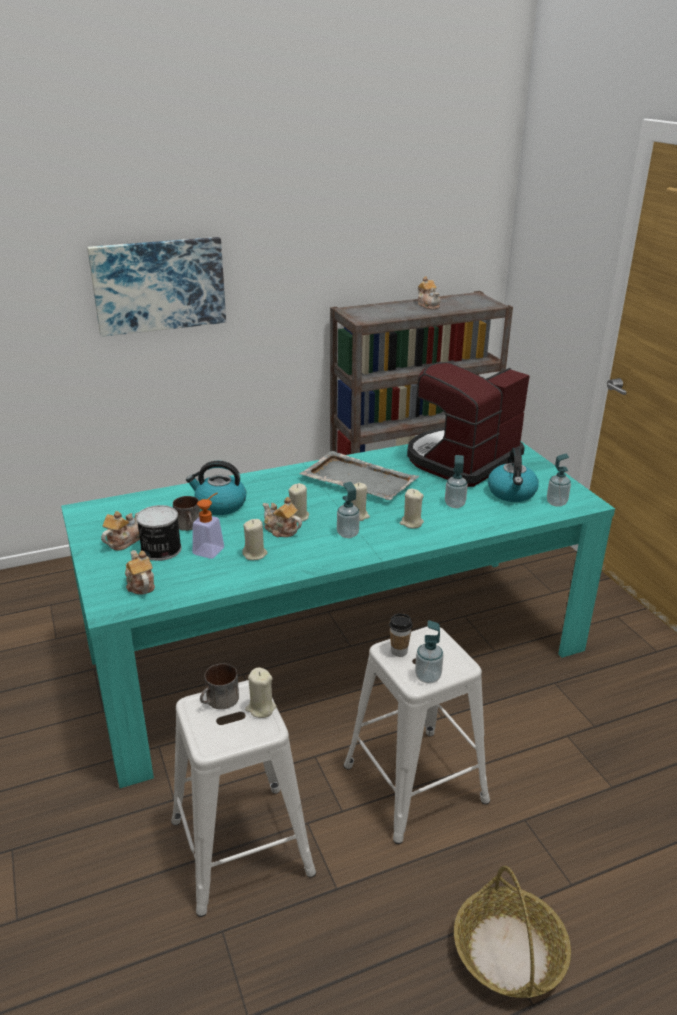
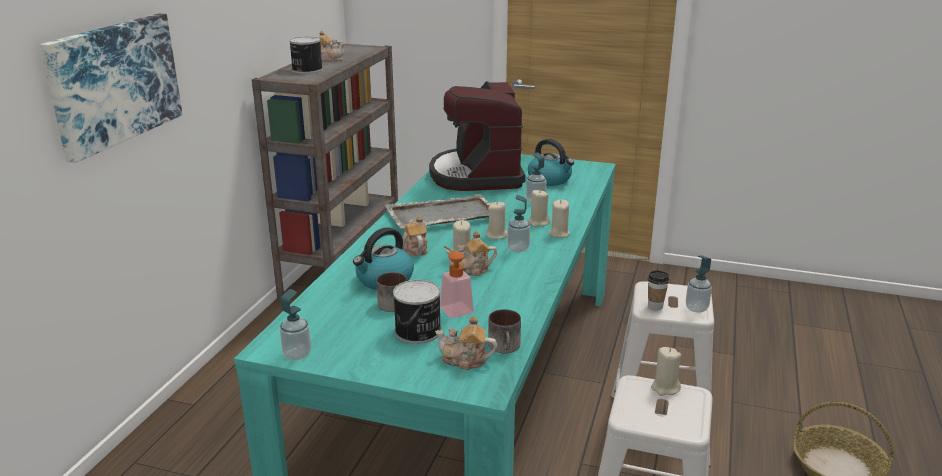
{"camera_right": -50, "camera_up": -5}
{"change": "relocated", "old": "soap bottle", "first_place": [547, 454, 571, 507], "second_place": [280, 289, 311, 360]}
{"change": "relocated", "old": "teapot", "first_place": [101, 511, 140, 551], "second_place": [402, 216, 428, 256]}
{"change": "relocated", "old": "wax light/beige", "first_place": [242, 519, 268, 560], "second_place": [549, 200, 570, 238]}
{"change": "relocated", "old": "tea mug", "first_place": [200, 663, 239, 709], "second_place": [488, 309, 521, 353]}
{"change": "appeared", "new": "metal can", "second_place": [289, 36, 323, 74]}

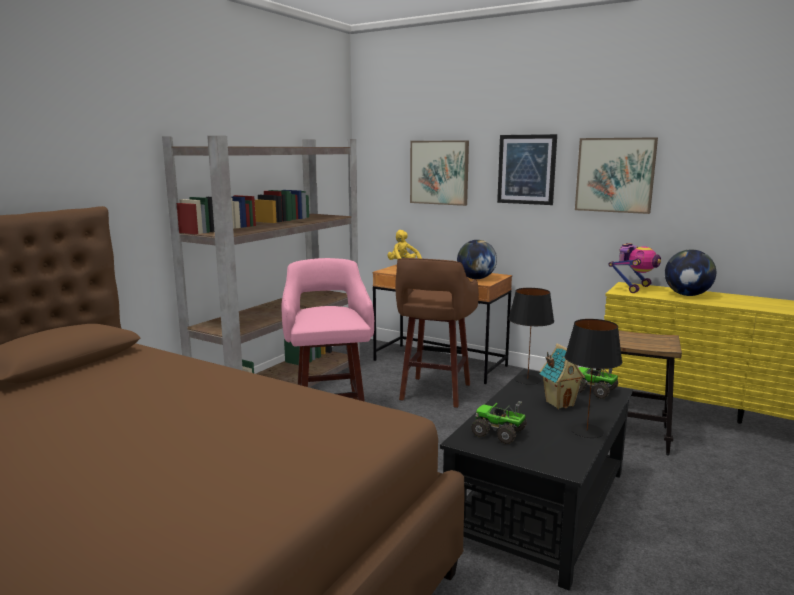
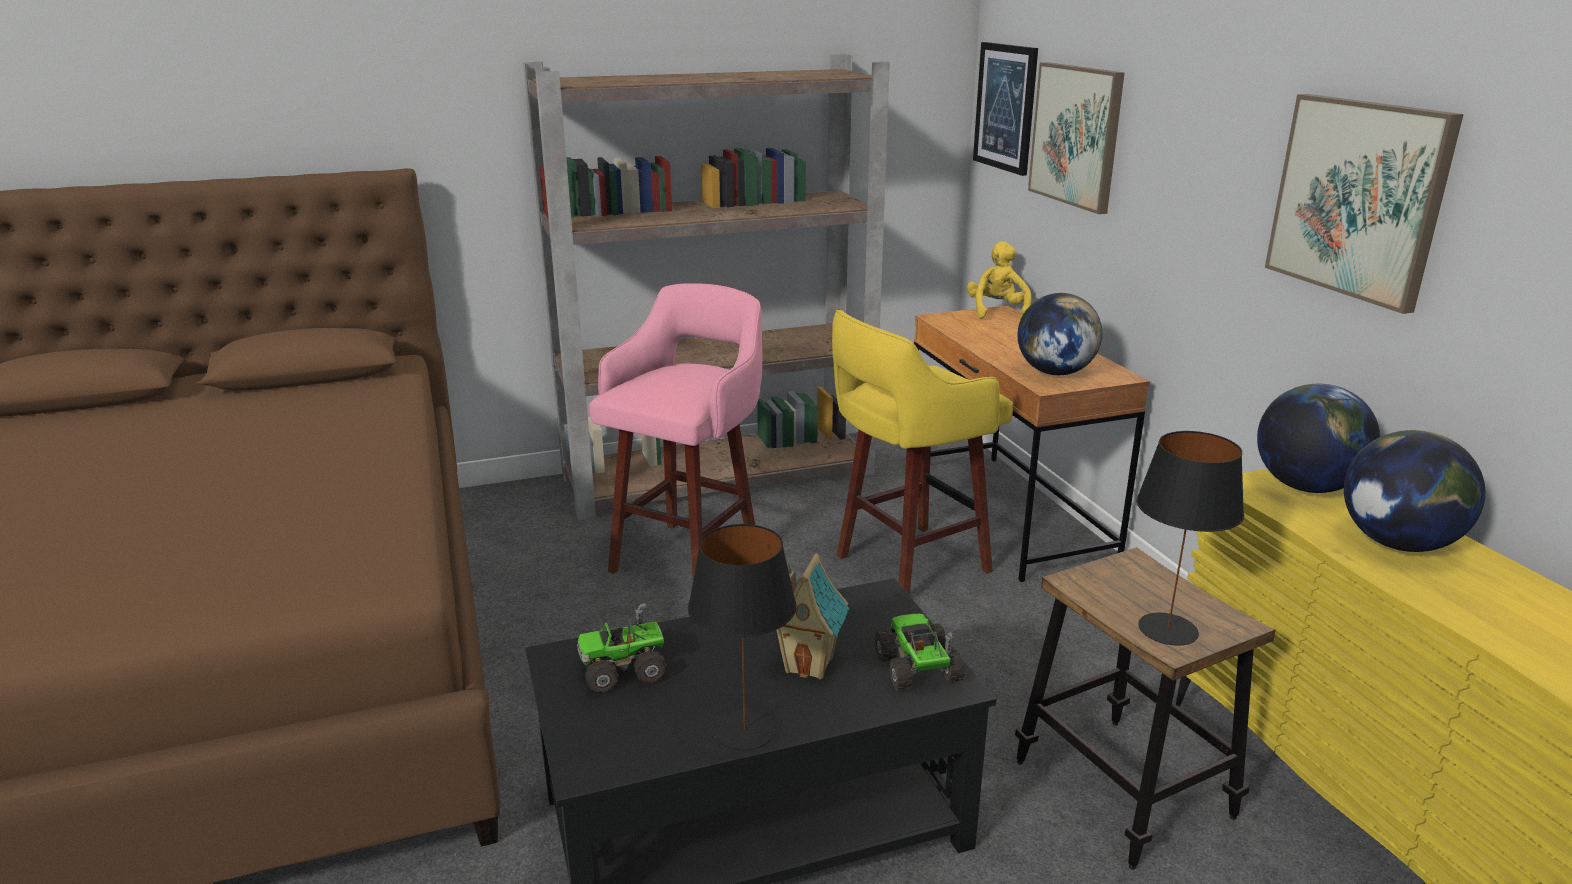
{"camera_right": 40, "camera_up": 10}
{"change": "relocated", "old": "picture", "first_place": [497, 134, 557, 205], "second_place": [973, 42, 1038, 176]}
{"change": "exchanged", "old": "model robot", "new": "world globe", "first_place": [609, 243, 661, 293], "second_place": [1257, 384, 1380, 493]}
{"change": "colour", "old": "stool/brownish", "new": "stool/yellowish", "first_place": [395, 258, 479, 408], "second_place": [832, 310, 1013, 595]}
{"change": "relocated", "old": "lamp for a table/black-coloured", "first_place": [508, 288, 554, 385], "second_place": [1136, 431, 1244, 646]}
{"change": "spun", "old": "model truck", "first_place": [471, 401, 527, 444], "second_place": [577, 603, 667, 693], "degrees": -90}

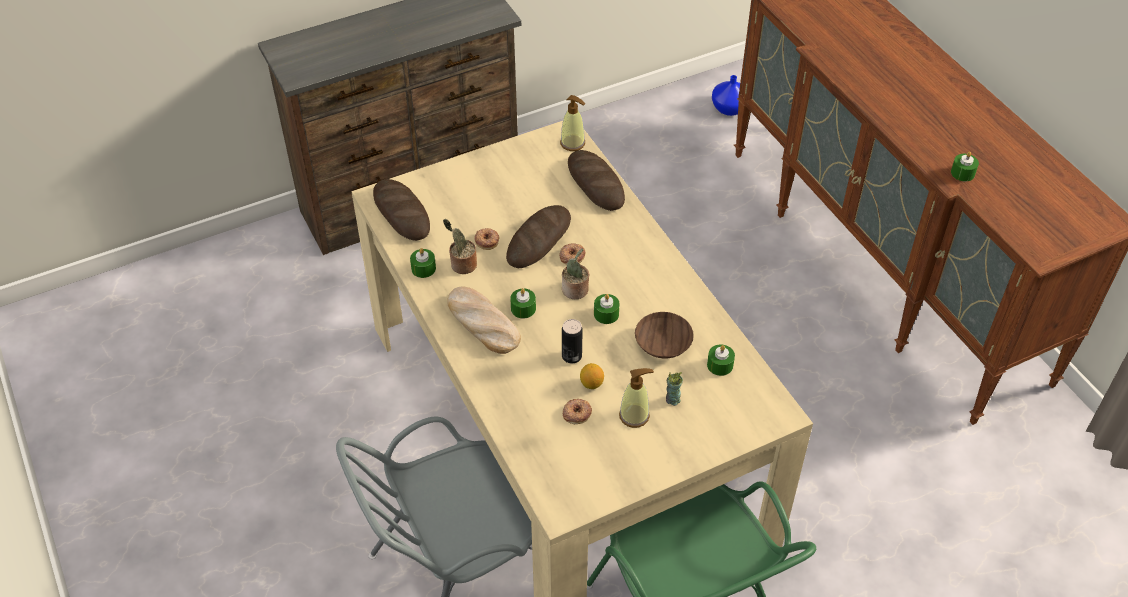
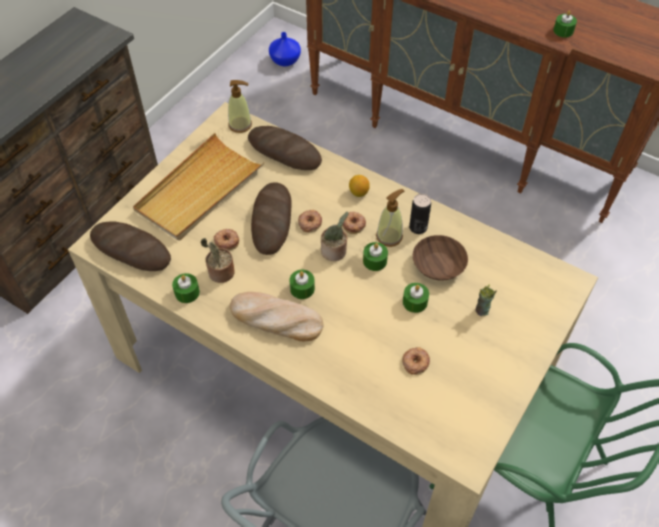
{"camera_right": -30, "camera_up": 5}
{"change": "relocated", "old": "metal can", "first_place": [562, 319, 583, 363], "second_place": [409, 194, 431, 234]}
{"change": "relocated", "old": "wax light/green-coloured", "first_place": [707, 344, 735, 376], "second_place": [403, 283, 429, 313]}
{"change": "relocated", "old": "whole lemon", "first_place": [580, 363, 604, 389], "second_place": [349, 175, 370, 197]}
{"change": "relocated", "old": "soap bottle", "first_place": [619, 368, 654, 428], "second_place": [376, 189, 404, 247]}
{"change": "appeared", "new": "tray/beige", "second_place": [133, 133, 264, 241]}
{"change": "appeared", "new": "donut", "second_place": [342, 212, 366, 234]}

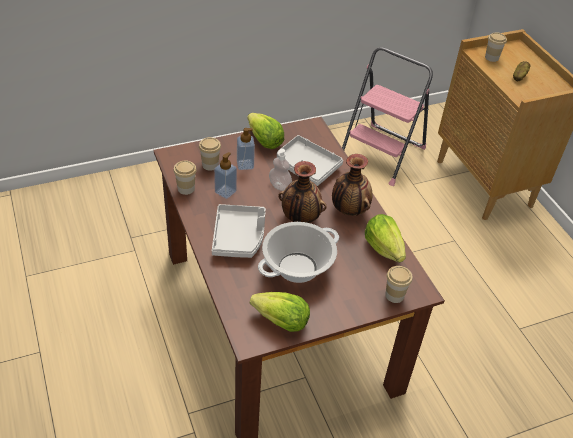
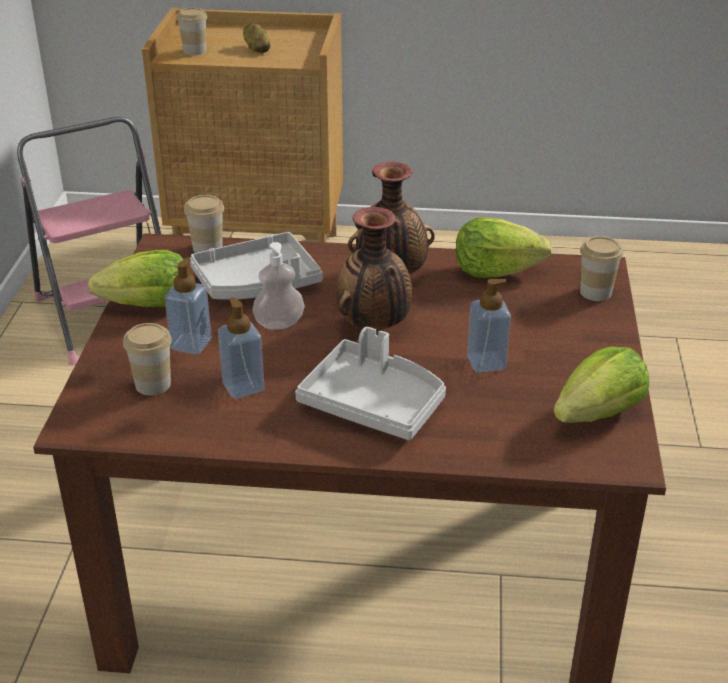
{"camera_right": -60, "camera_up": -10}
{"change": "relocated", "old": "small cup", "first_place": [173, 160, 197, 195], "second_place": [184, 195, 224, 253]}
{"change": "exchanged", "old": "stockpot", "new": "soap bottle", "first_place": [258, 222, 339, 283], "second_place": [467, 279, 511, 373]}

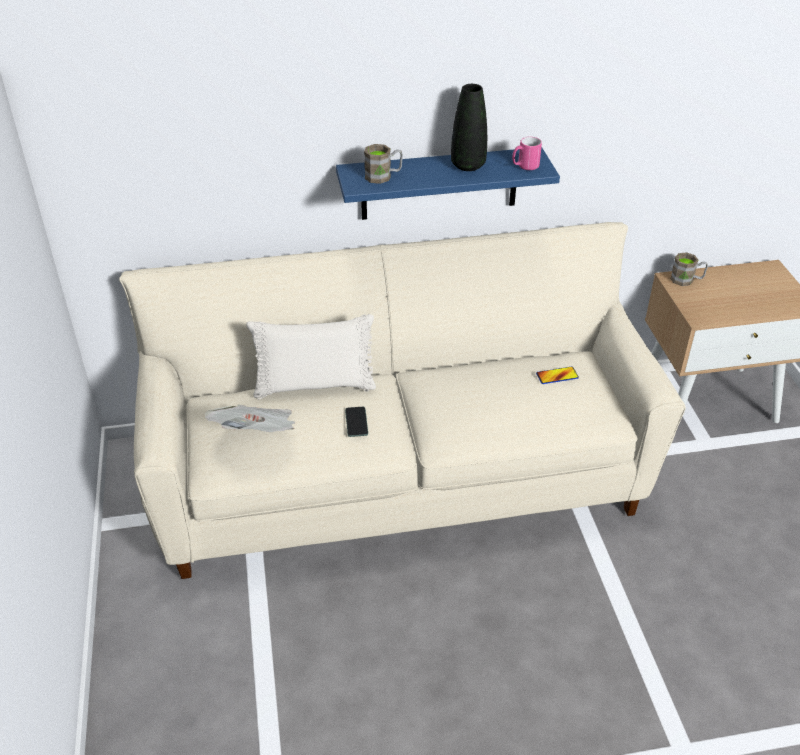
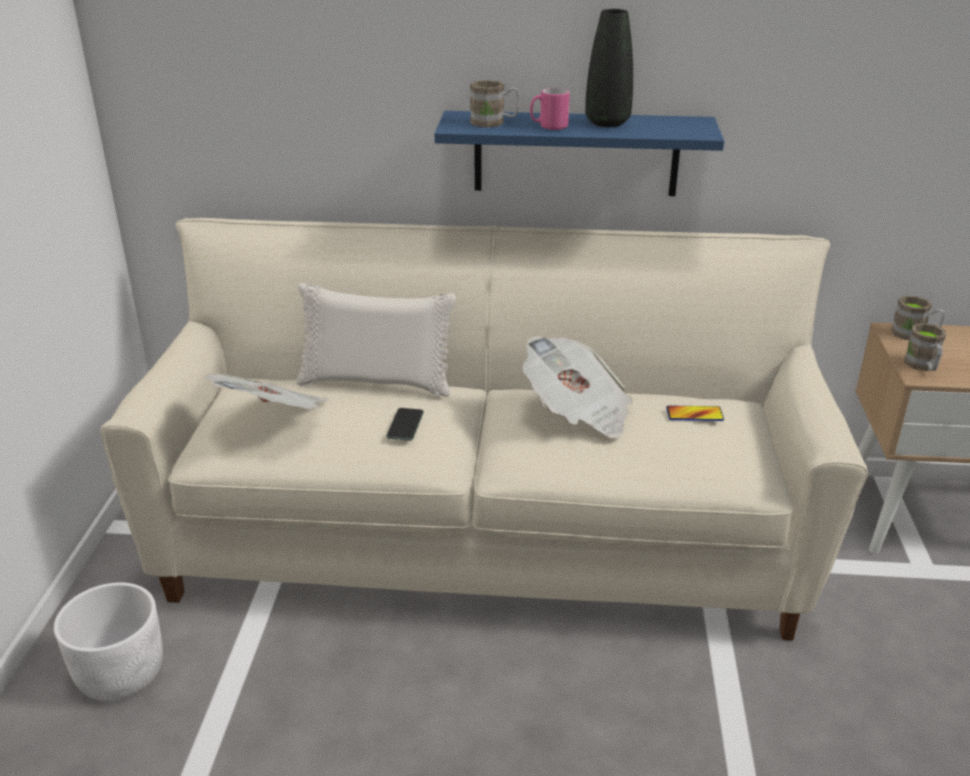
{"camera_right": 15, "camera_up": -10}
{"change": "relocated", "old": "tea mug/pinkish", "first_place": [512, 137, 542, 170], "second_place": [530, 88, 570, 130]}
{"change": "appeared", "new": "tea mug/brownish", "second_place": [904, 323, 946, 371]}
{"change": "appeared", "new": "newspaper", "second_place": [522, 336, 633, 439]}
{"change": "appeared", "new": "plant pot/whitish", "second_place": [54, 582, 163, 701]}

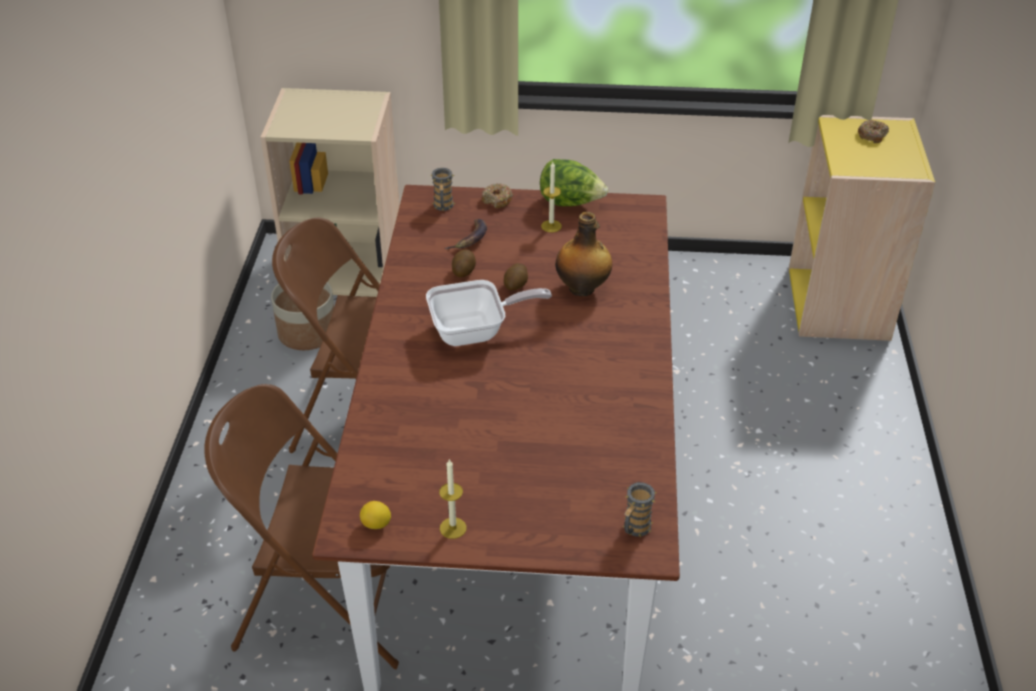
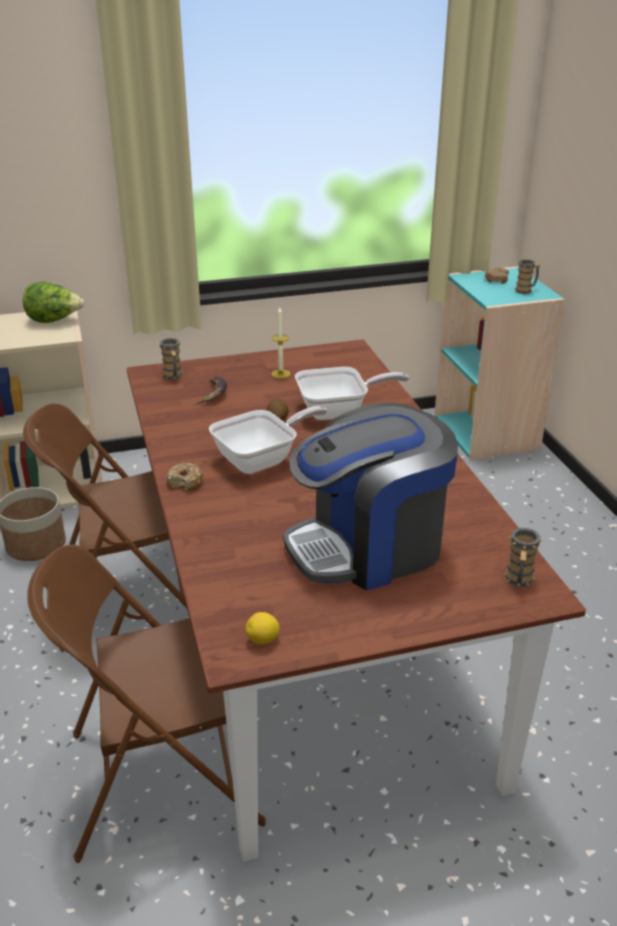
{"camera_right": -20, "camera_up": -10}
{"change": "colour", "old": "bookcase/yellowish", "new": "bookcase/turquoise", "first_place": [789, 115, 935, 341], "second_place": [434, 266, 565, 460]}
{"change": "relocated", "old": "head of lettuce", "first_place": [540, 159, 608, 206], "second_place": [23, 282, 84, 323]}
{"change": "relocated", "old": "donut", "first_place": [482, 183, 513, 208], "second_place": [166, 463, 204, 491]}
{"change": "exchanged", "old": "drink bottle", "new": "skillet", "first_place": [555, 212, 612, 296], "second_place": [295, 367, 409, 420]}
{"change": "missing", "old": "potato", "first_place": [452, 249, 476, 277]}
{"change": "missing", "old": "wax light", "first_place": [439, 460, 467, 539]}
{"change": "appeared", "new": "tea mug", "second_place": [514, 259, 541, 294]}
{"change": "appeared", "new": "coffee brewer", "second_place": [284, 403, 458, 591]}

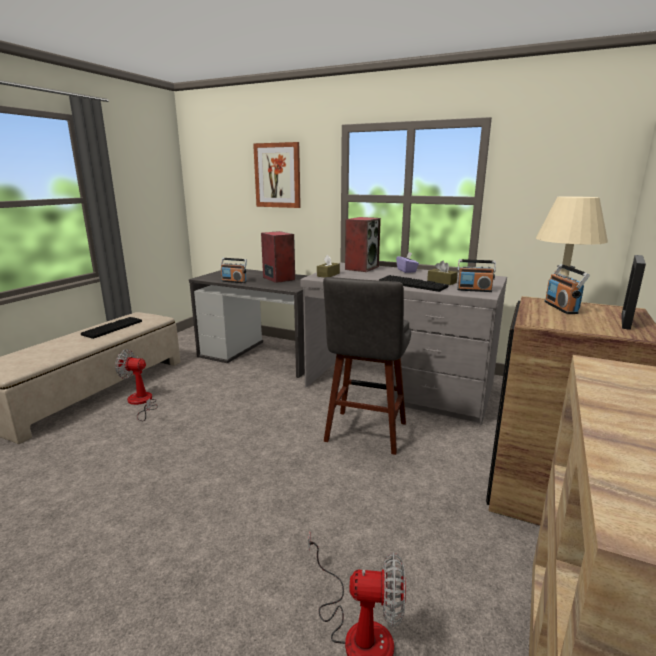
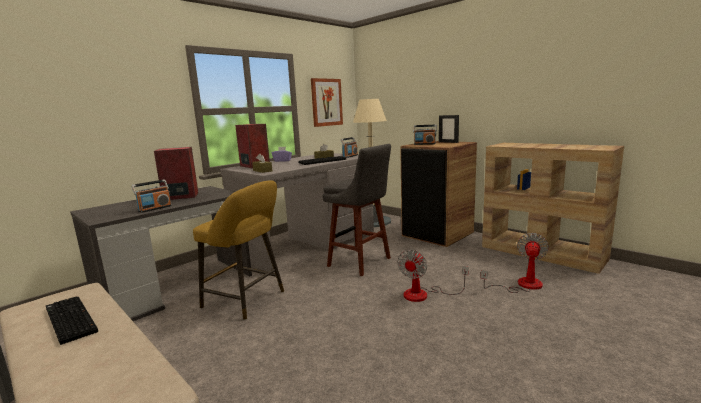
{"camera_right": -70, "camera_up": -5}
{"change": "relocated", "old": "picture", "first_place": [253, 142, 301, 208], "second_place": [311, 78, 343, 127]}
{"change": "relocated", "old": "cooling fan", "first_place": [115, 349, 158, 421], "second_place": [397, 249, 469, 302]}
{"change": "appeared", "new": "stool/yellowish", "second_place": [193, 180, 284, 320]}

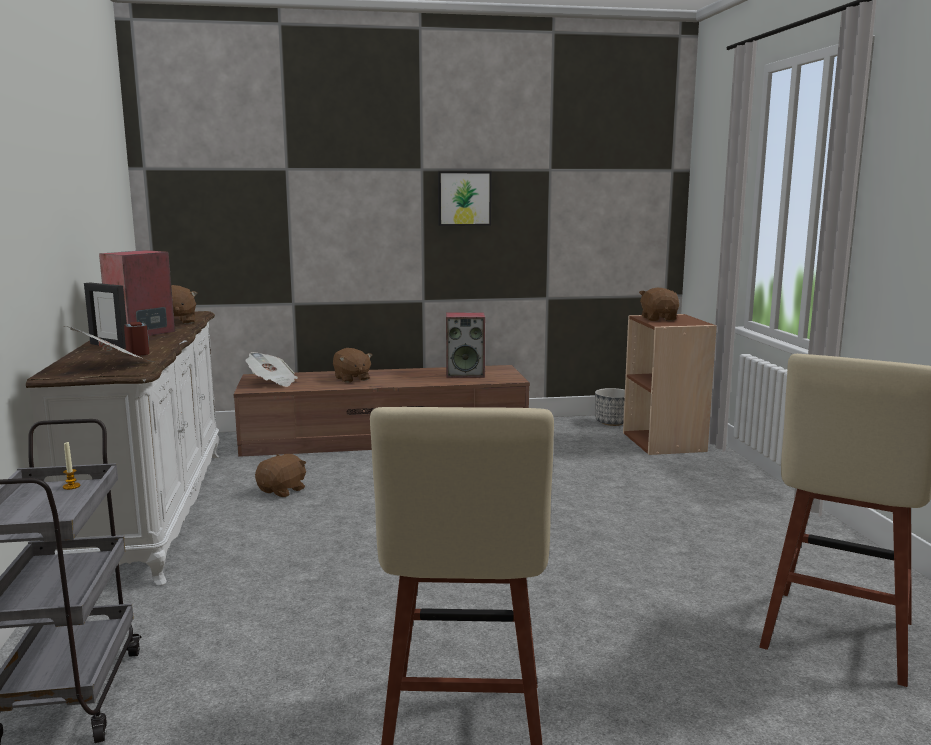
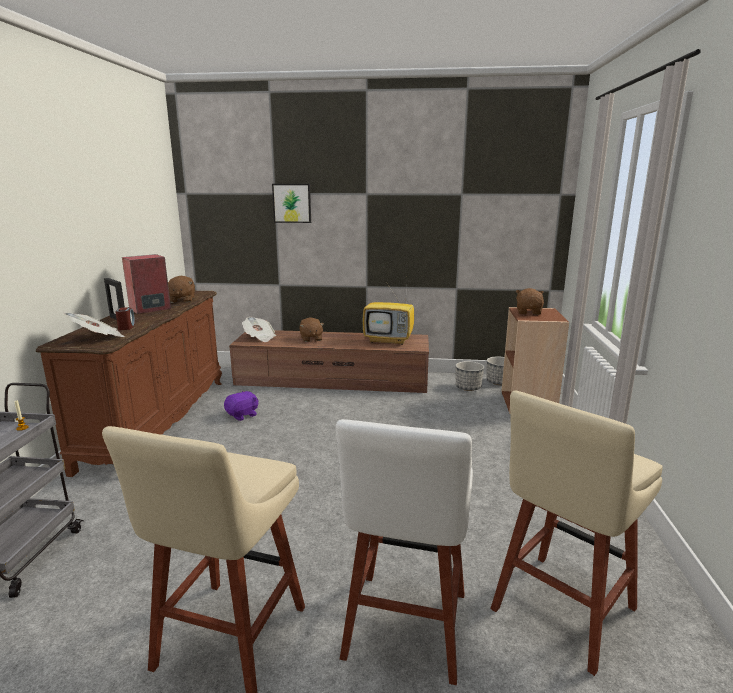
{"camera_right": 15, "camera_up": 5}
{"change": "relocated", "old": "picture", "first_place": [438, 171, 492, 226], "second_place": [272, 184, 311, 223]}
{"change": "colour", "old": "cabinet/whitish", "new": "cabinet/brownish", "first_place": [26, 311, 219, 585], "second_place": [36, 291, 222, 477]}
{"change": "exchanged", "old": "speaker", "new": "TV", "first_place": [446, 312, 485, 378], "second_place": [363, 280, 414, 345]}
{"change": "colour", "old": "plush toy/brownish", "new": "plush toy/purple", "first_place": [255, 454, 306, 497], "second_place": [224, 390, 259, 421]}
{"change": "appeared", "new": "plant pot", "second_place": [455, 361, 484, 391]}
{"change": "appeared", "new": "stool/whitish", "second_place": [336, 419, 473, 685]}

